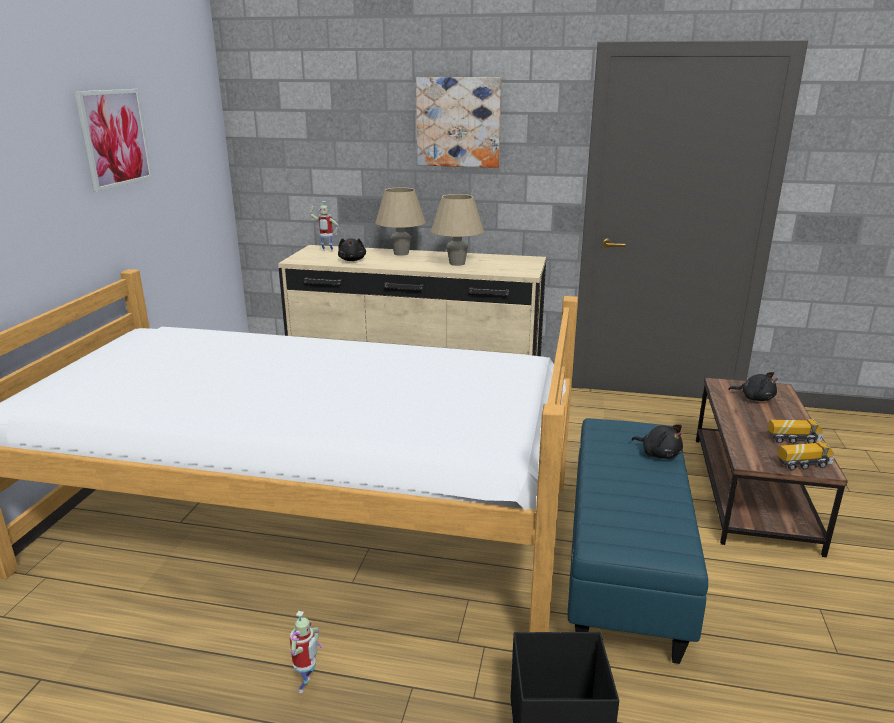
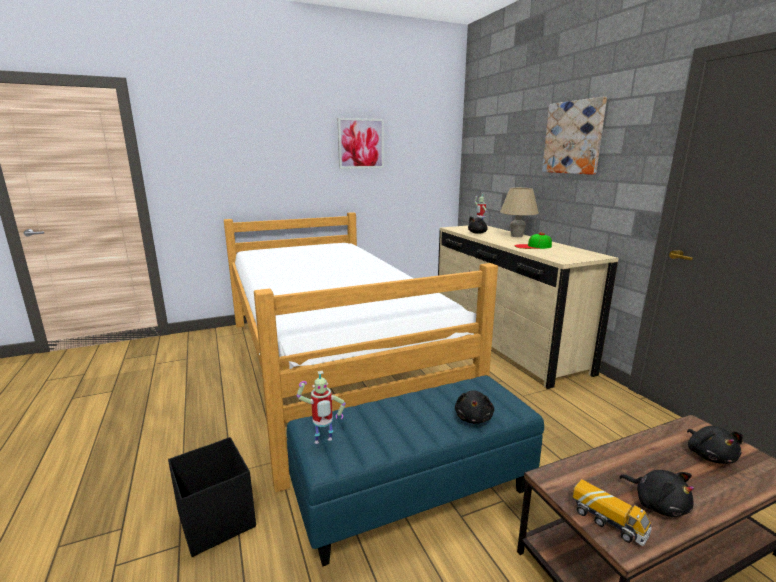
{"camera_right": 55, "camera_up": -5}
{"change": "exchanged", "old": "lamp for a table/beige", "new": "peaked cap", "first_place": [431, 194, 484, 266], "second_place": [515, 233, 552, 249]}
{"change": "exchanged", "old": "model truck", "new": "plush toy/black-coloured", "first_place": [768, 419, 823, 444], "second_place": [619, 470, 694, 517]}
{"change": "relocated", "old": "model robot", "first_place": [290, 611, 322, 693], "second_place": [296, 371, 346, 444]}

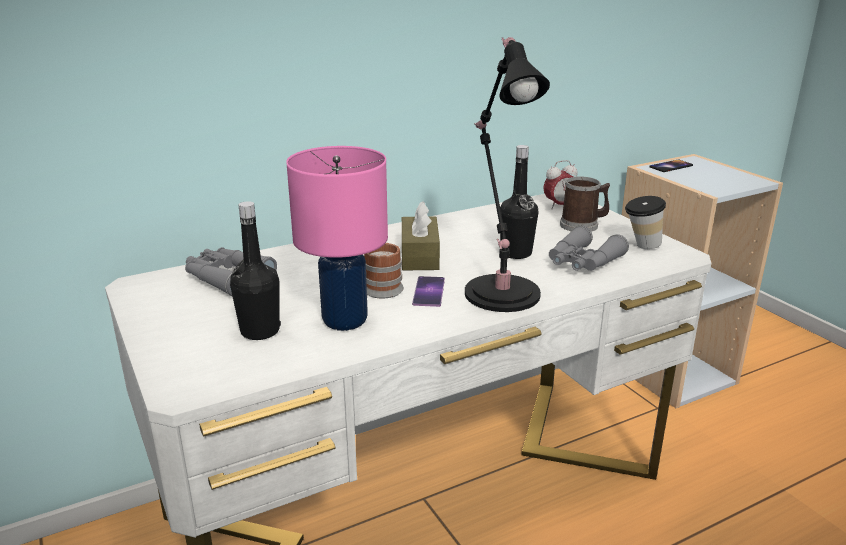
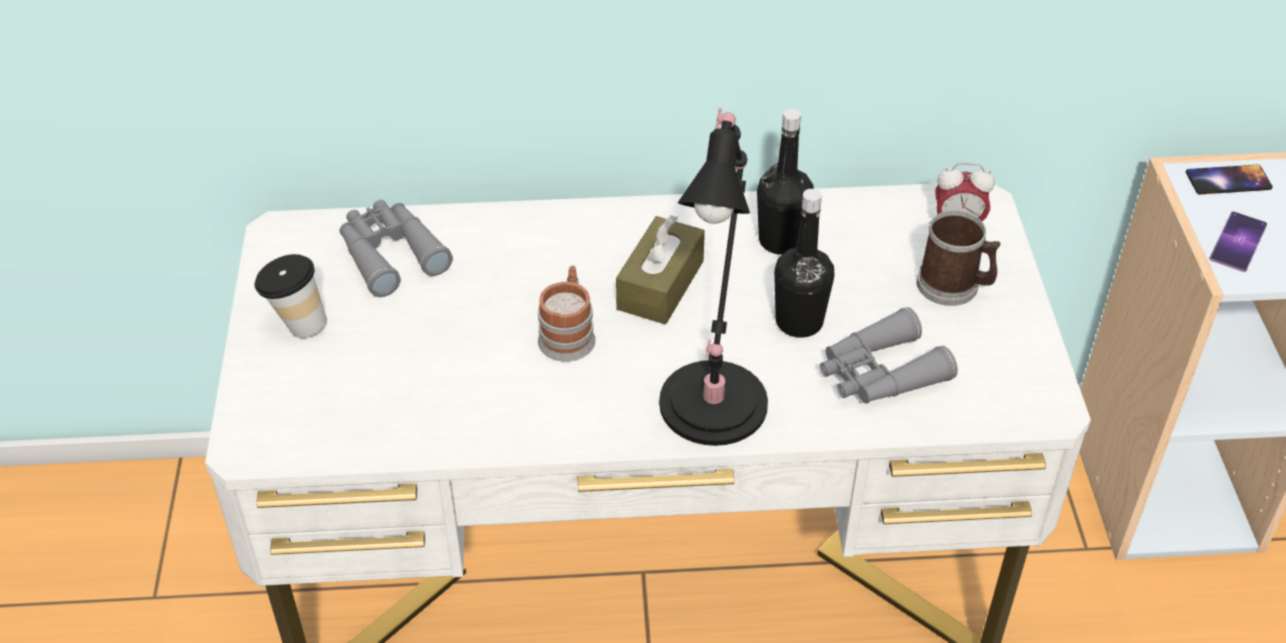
{"camera_right": 25, "camera_up": 20}
{"change": "missing", "old": "lamp for a table/pinkish", "first_place": [286, 146, 388, 331]}
{"change": "relocated", "old": "small cup", "first_place": [625, 196, 666, 249], "second_place": [255, 254, 327, 338]}
{"change": "relocated", "old": "drink bottle/black-coloured", "first_place": [230, 201, 281, 340], "second_place": [757, 109, 814, 255]}
{"change": "relocated", "old": "handset", "first_place": [412, 276, 445, 307], "second_place": [1209, 211, 1267, 272]}

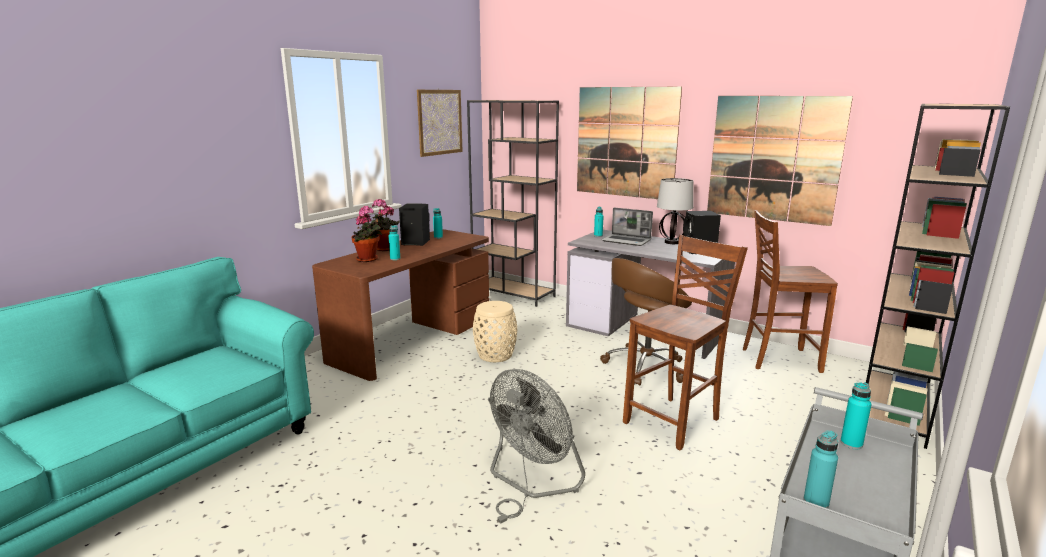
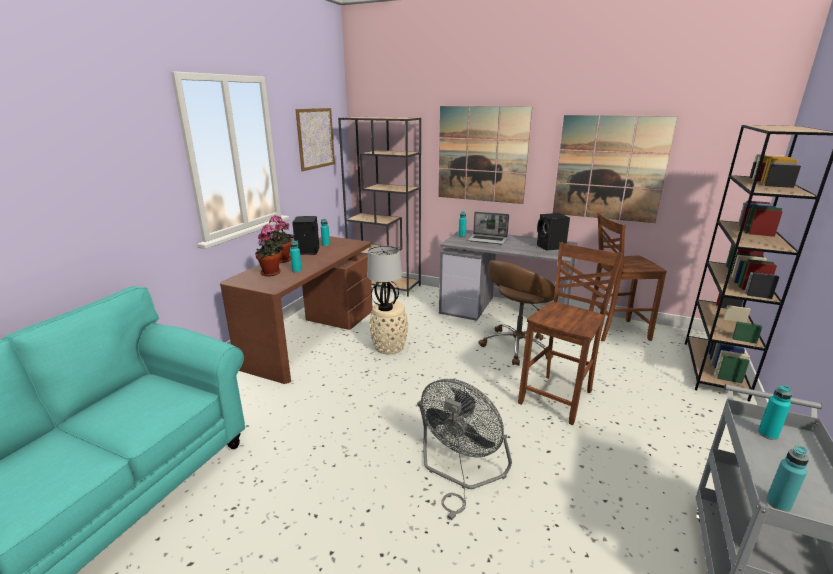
{"camera_right": -10, "camera_up": 5}
{"change": "relocated", "old": "lamp for a table", "first_place": [657, 178, 694, 244], "second_place": [367, 246, 402, 311]}

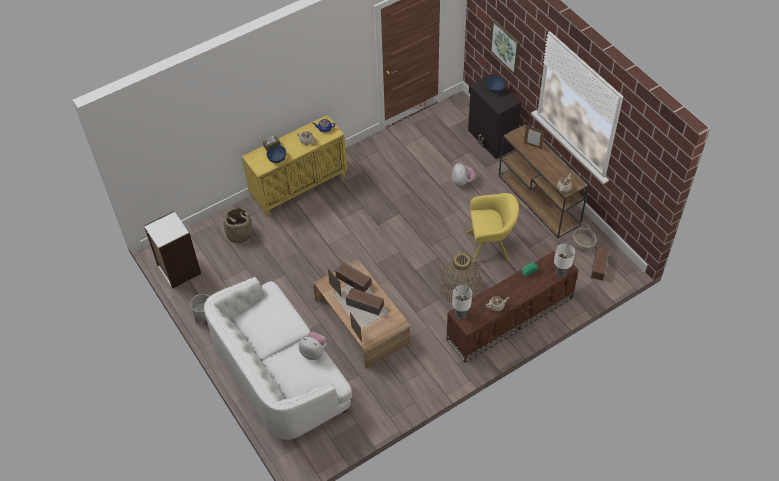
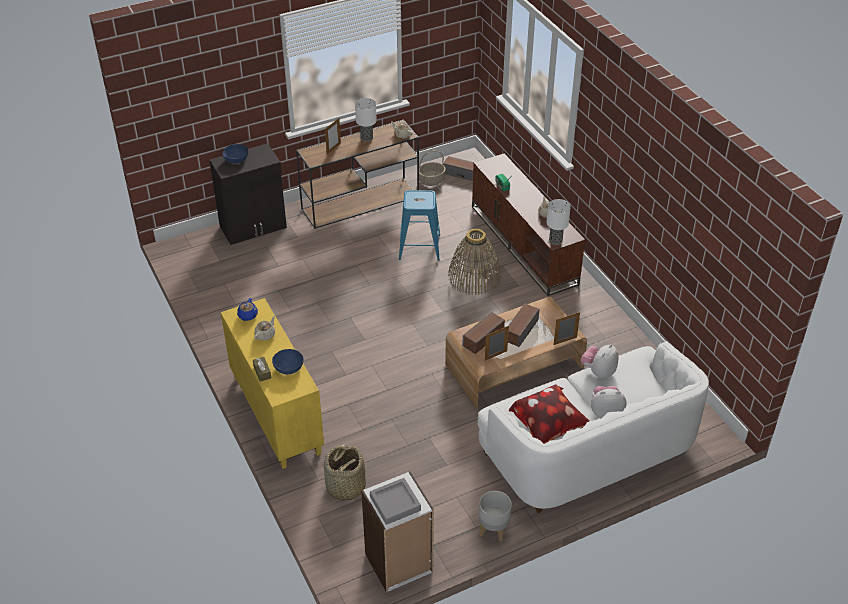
{"camera_right": -85, "camera_up": -10}
{"change": "missing", "old": "picture", "first_place": [490, 19, 520, 75]}
{"change": "relocated", "old": "plush toy", "first_place": [452, 163, 475, 186], "second_place": [591, 386, 626, 418]}
{"change": "exchanged", "old": "armchair/yellowish", "new": "stool/blue", "first_place": [466, 193, 519, 263], "second_place": [399, 190, 440, 261]}
{"change": "relocated", "old": "lamp for a table", "first_place": [554, 243, 575, 277], "second_place": [355, 98, 377, 142]}
{"change": "appeared", "new": "pillow", "second_place": [509, 384, 589, 444]}
{"change": "appeared", "new": "tray/gray", "second_place": [370, 478, 421, 525]}

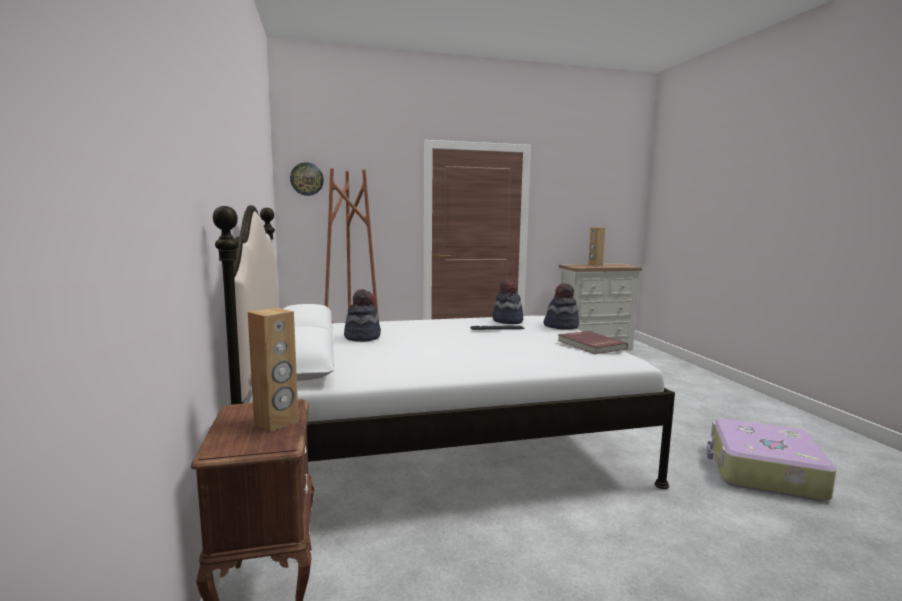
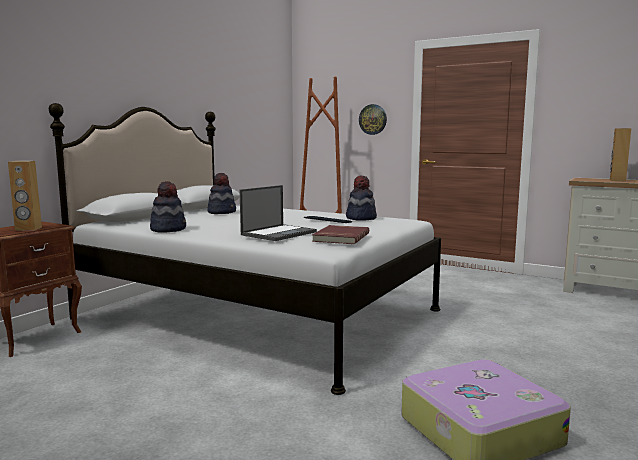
{"camera_right": 45, "camera_up": 0}
{"change": "relocated", "old": "clock on the wall", "first_place": [290, 162, 324, 196], "second_place": [359, 104, 387, 135]}
{"change": "relocated", "old": "clothing hat", "first_place": [543, 283, 579, 330], "second_place": [150, 181, 186, 233]}
{"change": "appeared", "new": "portable computer", "second_place": [240, 185, 317, 241]}

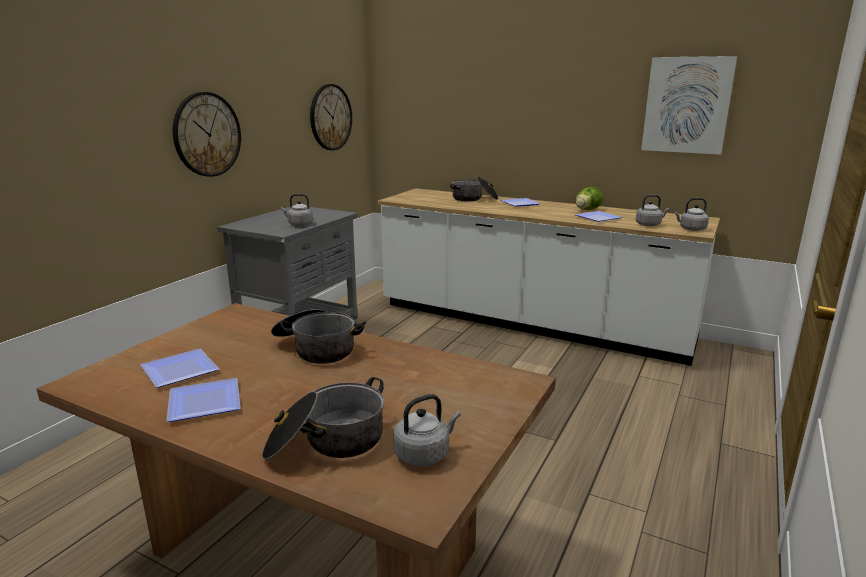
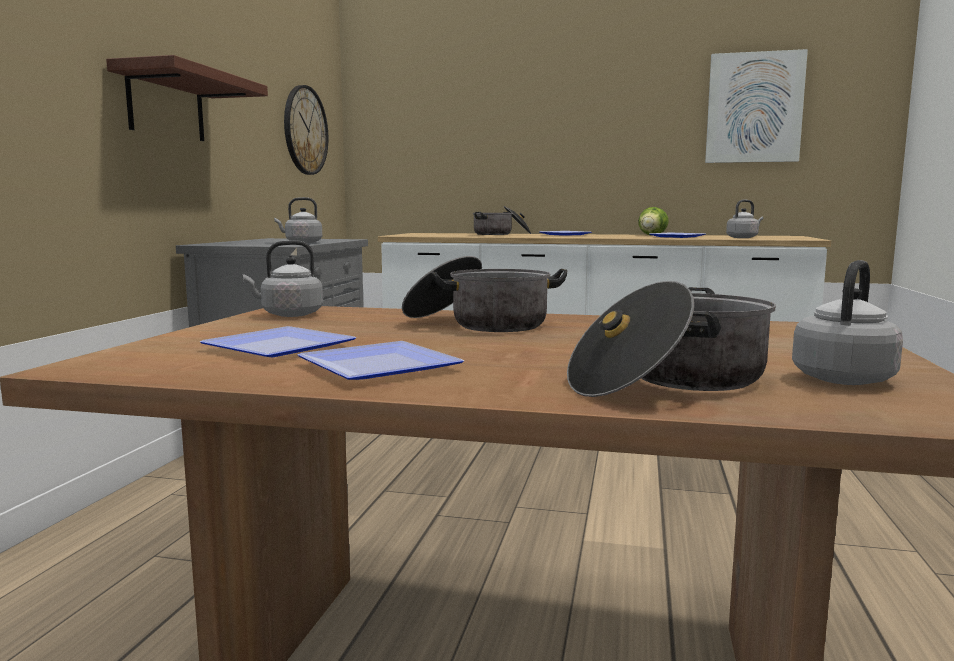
{"camera_right": -15, "camera_up": -10}
{"change": "exchanged", "old": "clock on the wall", "new": "wall shelf", "first_place": [173, 92, 241, 177], "second_place": [106, 55, 268, 141]}
{"change": "relocated", "old": "tea kettle/gray", "first_place": [674, 198, 709, 231], "second_place": [243, 240, 323, 317]}

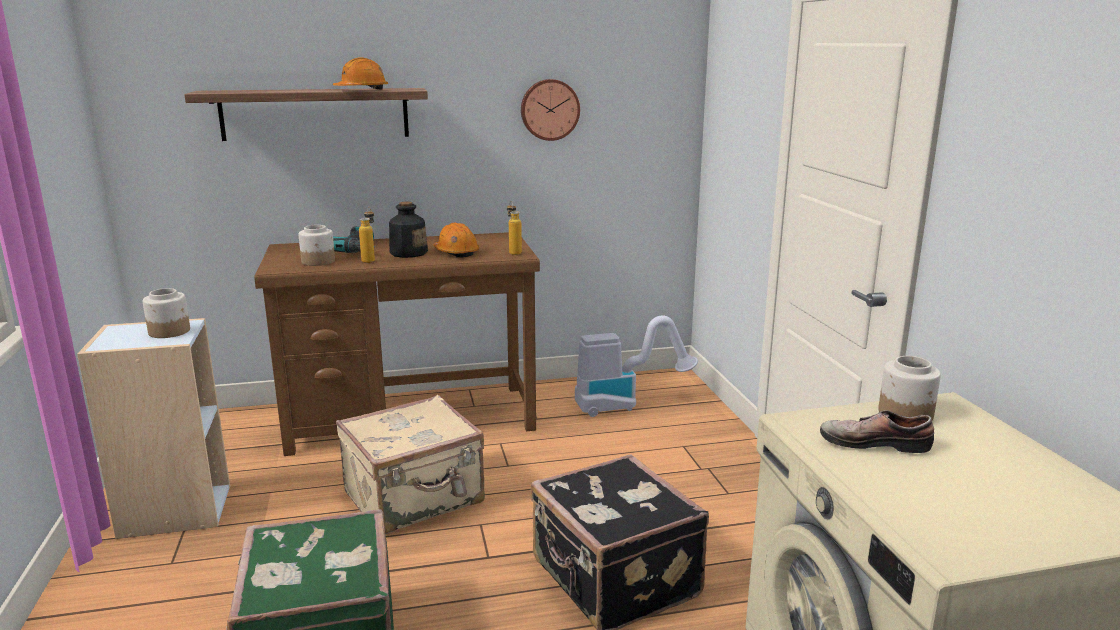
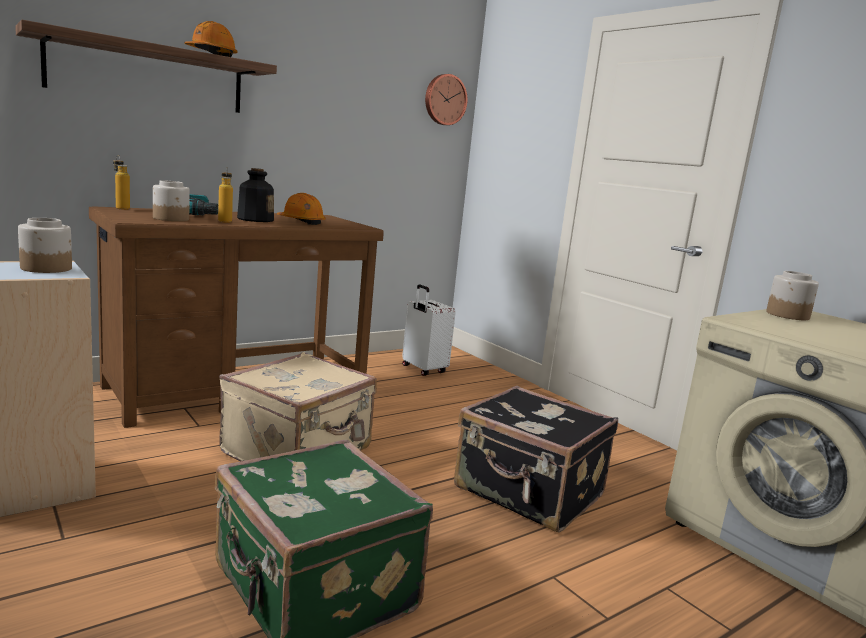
{"camera_right": -25, "camera_up": -5}
{"change": "relocated", "old": "clock on the wall", "first_place": [521, 79, 580, 141], "second_place": [425, 74, 467, 125]}
{"change": "relocated", "old": "drink bottle", "first_place": [507, 201, 522, 255], "second_place": [113, 155, 130, 210]}
{"change": "exchanged", "old": "hoover", "new": "travel case/whitish", "first_place": [575, 316, 698, 417], "second_place": [402, 285, 456, 376]}
{"change": "missing", "old": "item of footwear", "first_place": [820, 410, 934, 453]}

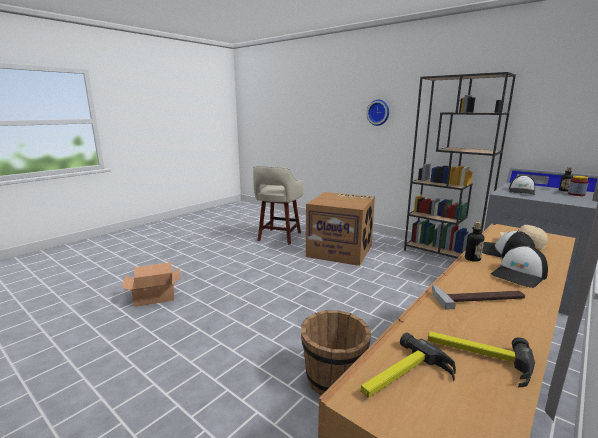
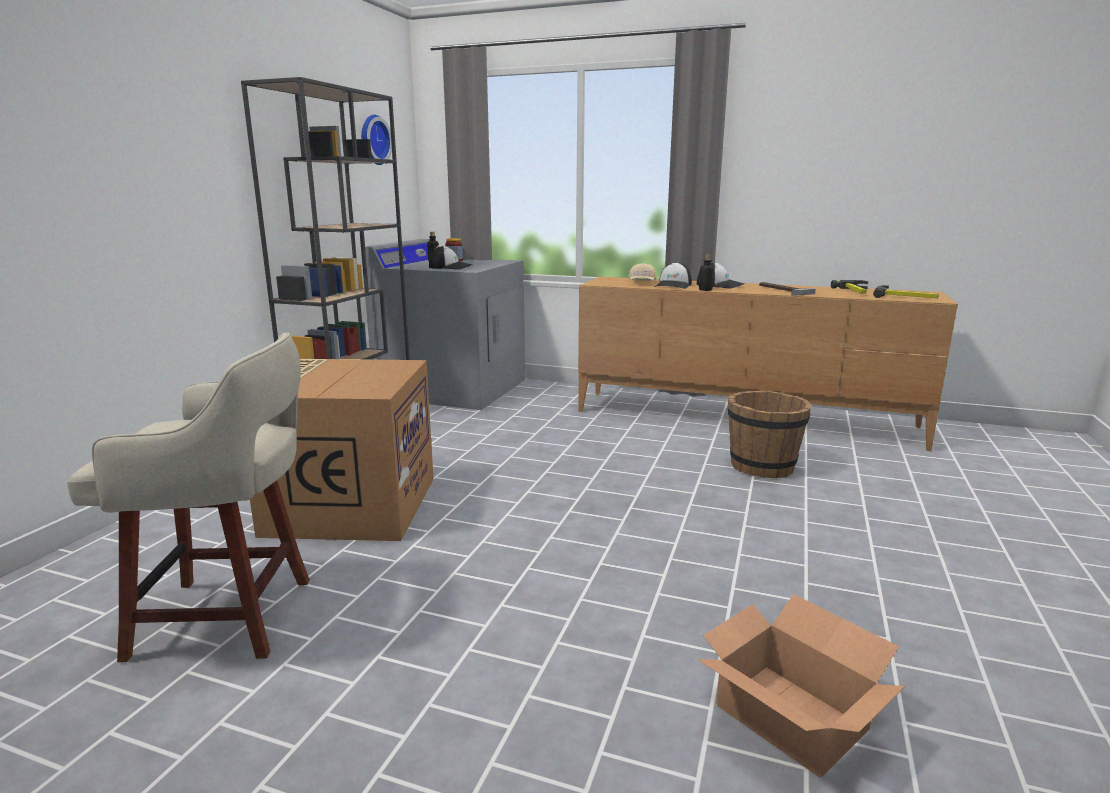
{"camera_right": -110, "camera_up": 0}
{"change": "relocated", "old": "clock on the wall", "first_place": [367, 100, 389, 126], "second_place": [361, 115, 392, 165]}

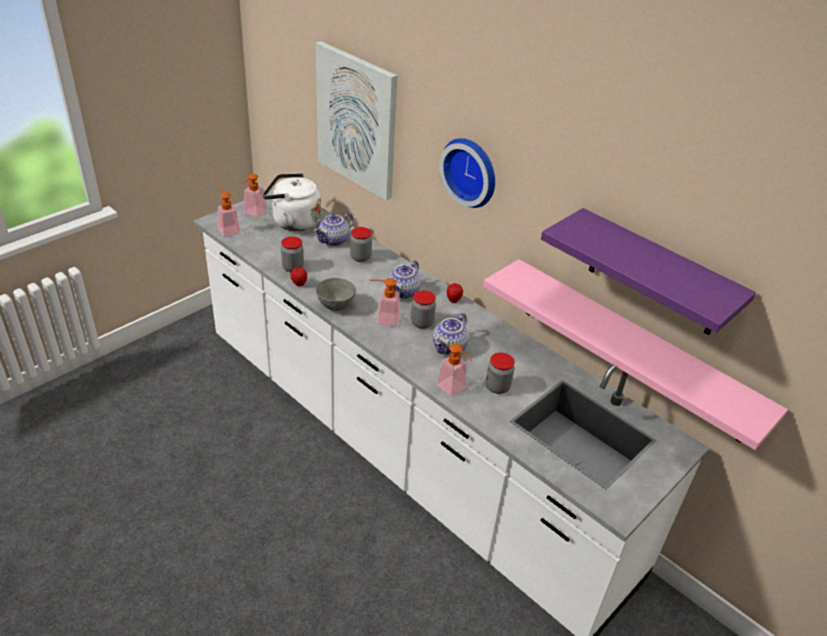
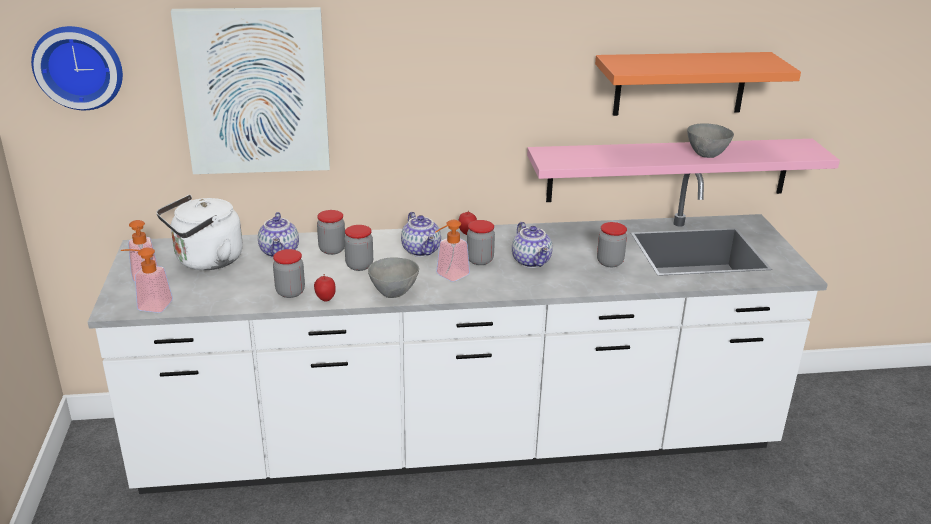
{"camera_right": -50, "camera_up": -10}
{"change": "relocated", "old": "clock on the wall", "first_place": [439, 138, 495, 208], "second_place": [31, 26, 123, 110]}
{"change": "colour", "old": "wall shelf/purple", "new": "wall shelf/orange-coloured", "first_place": [541, 208, 756, 335], "second_place": [595, 52, 801, 116]}
{"change": "missing", "old": "soap bottle", "first_place": [436, 343, 473, 396]}
{"change": "appeared", "new": "bowl/gray", "second_place": [687, 123, 734, 158]}
{"change": "appeared", "new": "jar", "second_place": [344, 225, 373, 271]}

